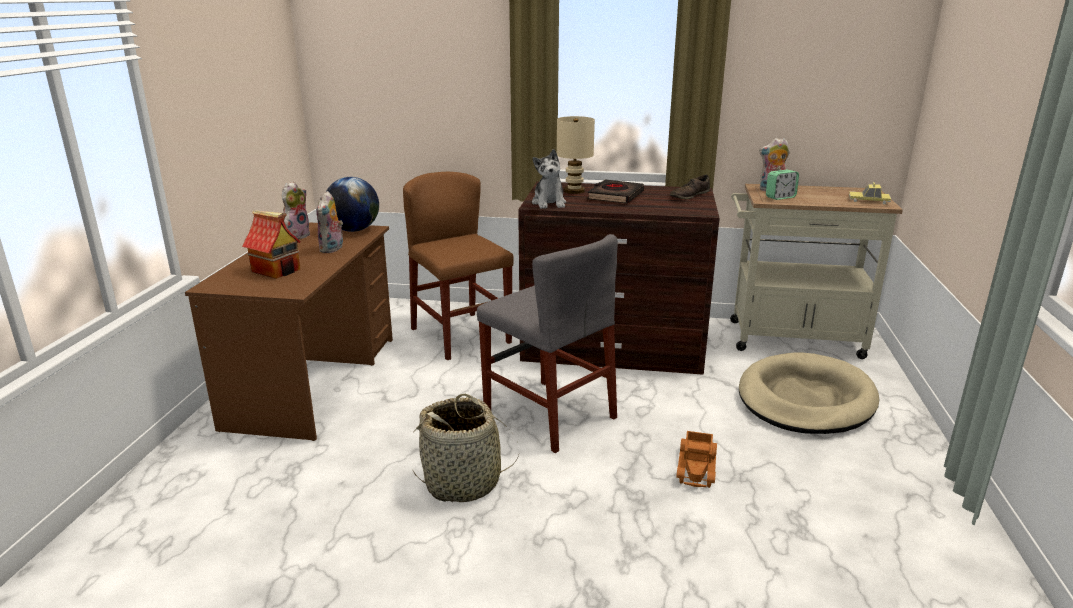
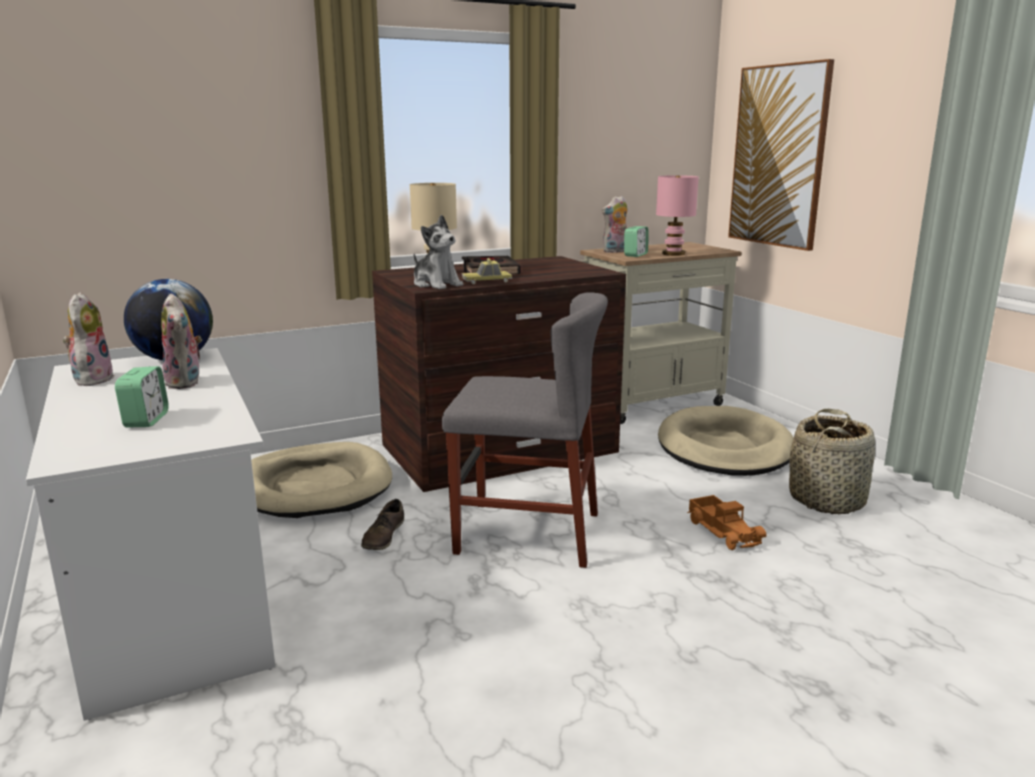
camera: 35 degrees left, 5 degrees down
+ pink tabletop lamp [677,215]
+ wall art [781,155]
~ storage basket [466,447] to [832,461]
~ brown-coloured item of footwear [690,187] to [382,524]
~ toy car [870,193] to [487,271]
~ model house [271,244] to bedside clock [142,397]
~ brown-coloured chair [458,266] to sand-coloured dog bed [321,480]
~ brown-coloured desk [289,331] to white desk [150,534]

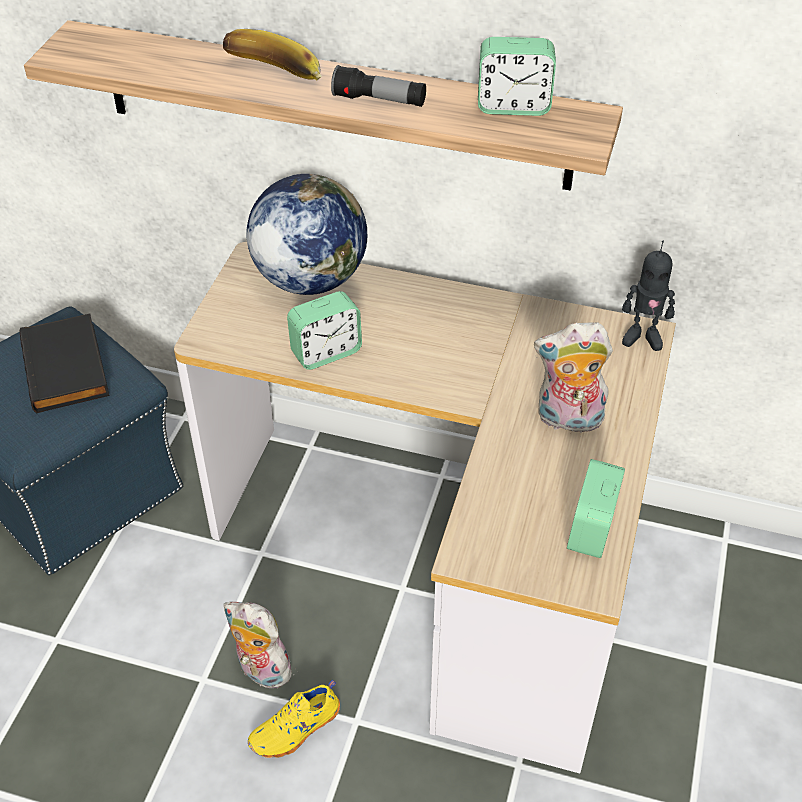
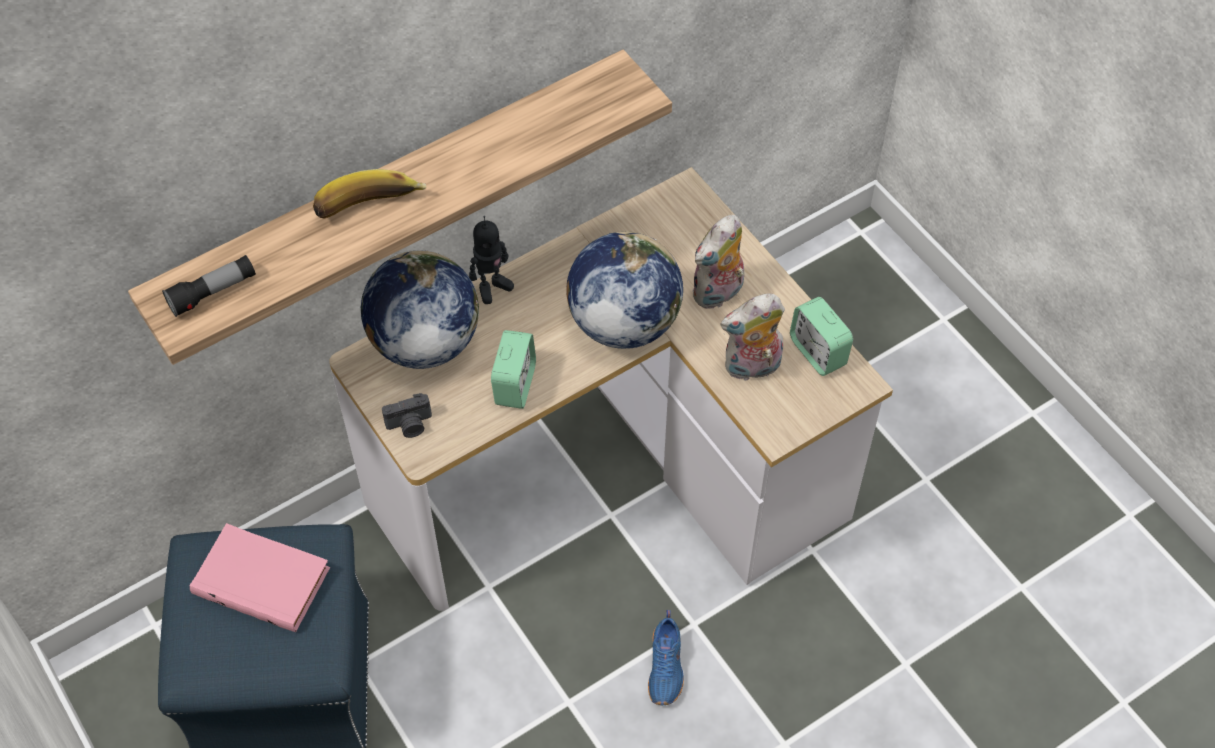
camera: 50 degrees left, 10 degrees up
- bedside clock [517,76]
+ photo camera [407,415]
+ world globe [624,290]
~ soft toy [260,645] to [753,337]
~ torch [378,86] to [209,286]
~ toy robot [648,296] to [491,260]
~ black volume [65,363] to pink volume [260,577]
~ yellow-coloured item of footwear [294,719] to blue-coloured item of footwear [666,657]

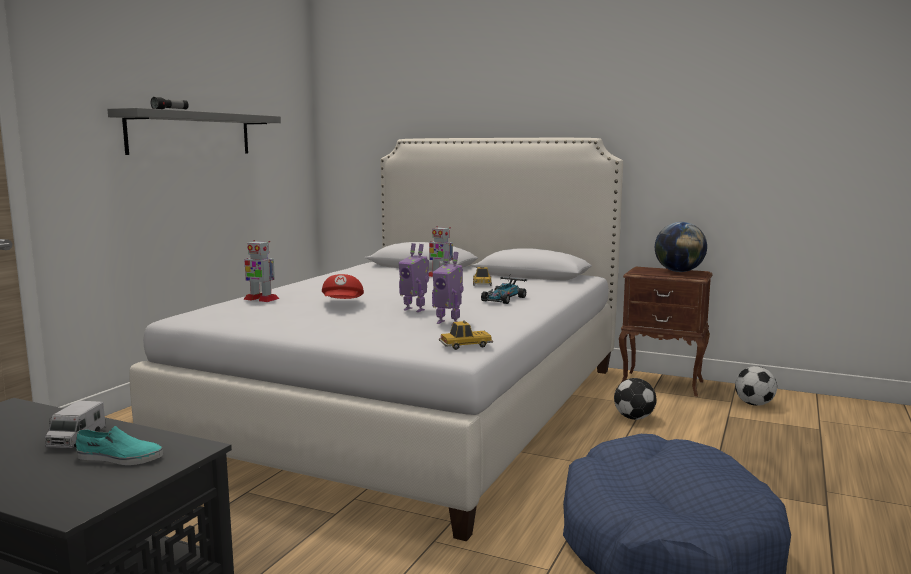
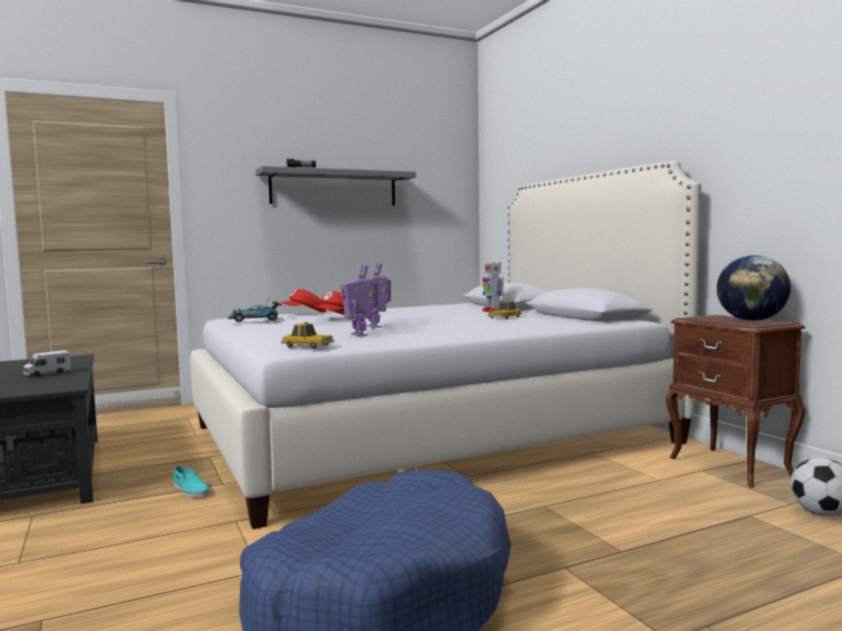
camera: 40 degrees right, 5 degrees down
- ball for football [635,399]
~ blue-green item of footwear [119,445] to [191,482]
~ toy car [504,288] to [255,311]
~ toy robot [261,271] to reddish peaked cap [303,301]

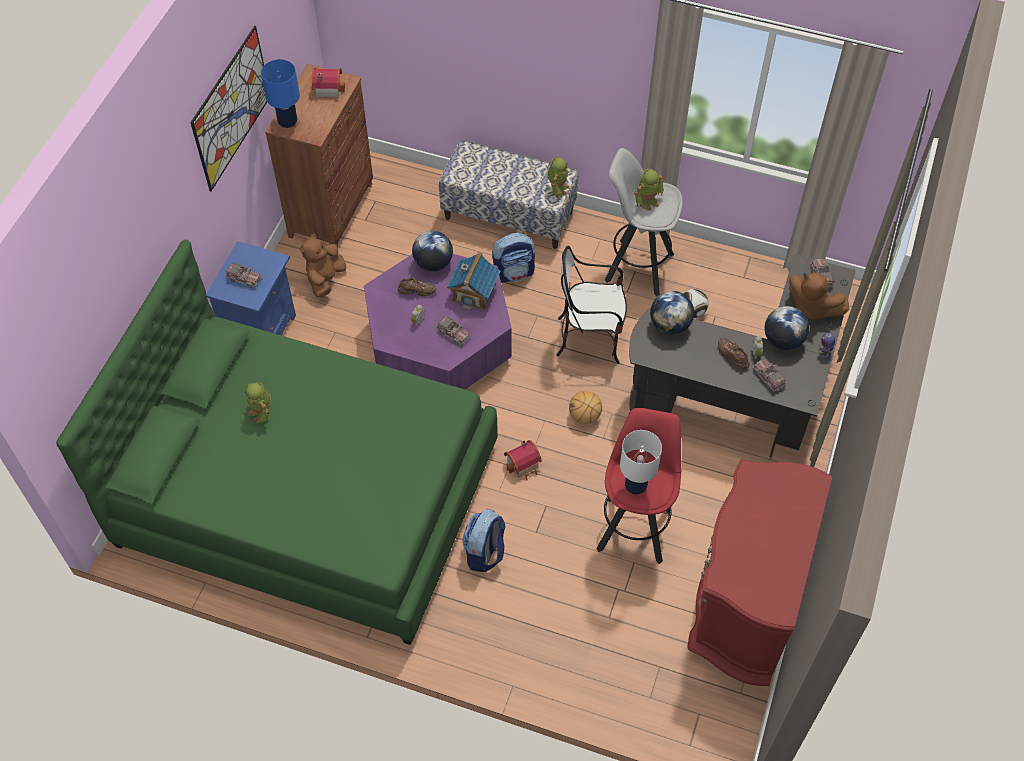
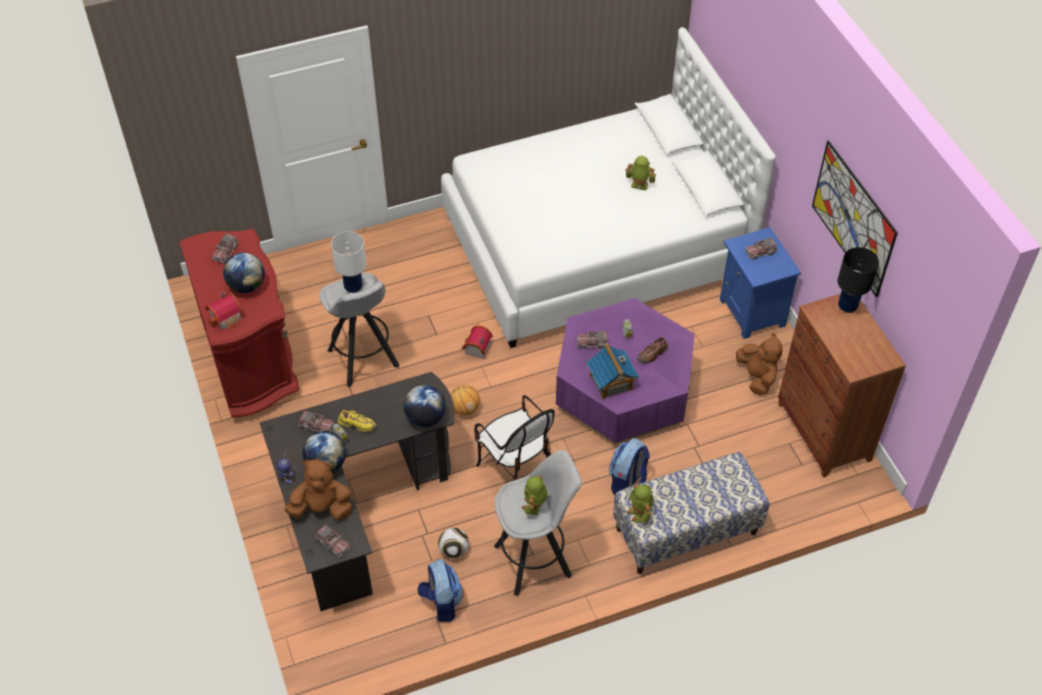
camera: 140 degrees right, 5 degrees down
+ model truck [225,248]
~ model house [328,83] to [224,312]
~ world globe [432,251] to [244,272]
~ rucksack [484,540] to [440,590]
~ green-coloured bed [277,442] to white bed [608,187]
~ blue-coloured tabletop lamp [280,93] to black tabletop lamp [858,280]
~ reddish stool seat [638,486] to greyish stool seat [359,330]
~ brown-coloured item of footwear [734,353] to yellow-coloured item of footwear [357,421]
~ chair [591,305] = [514,438] 90 degrees clockwise

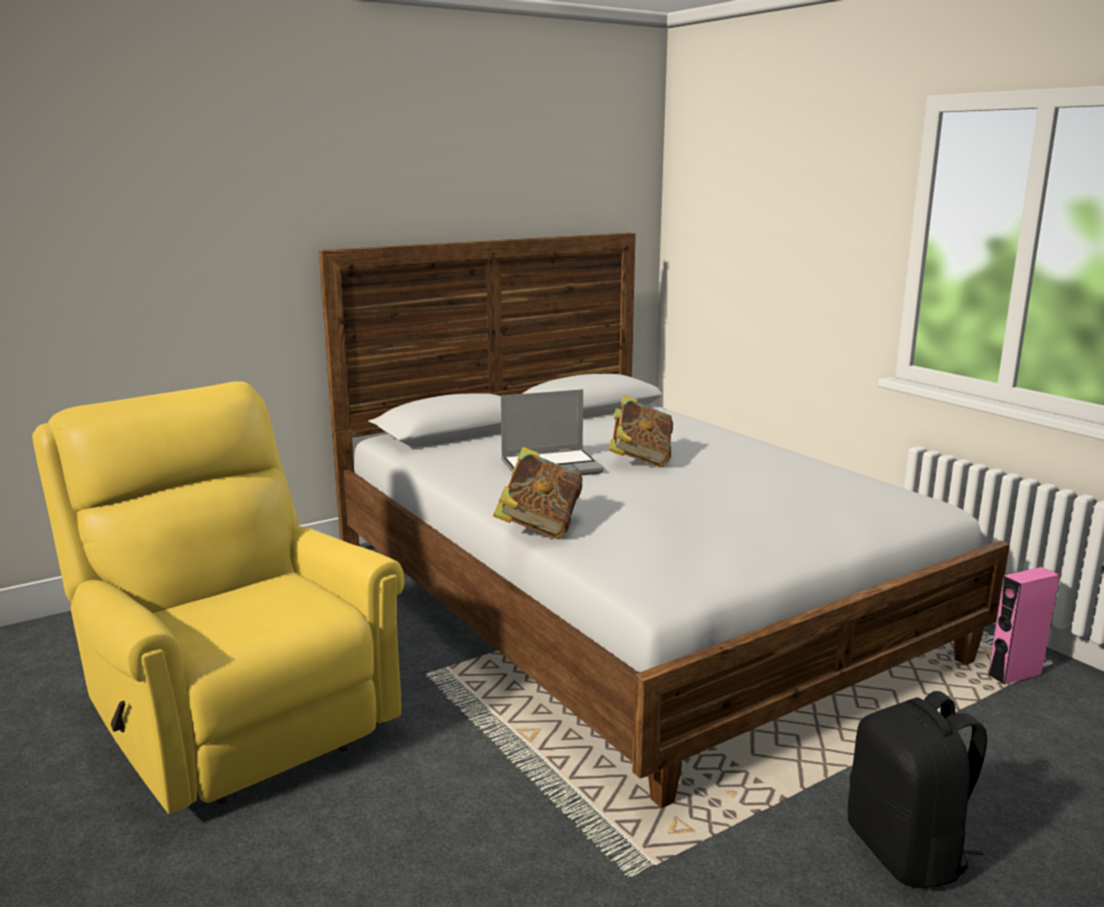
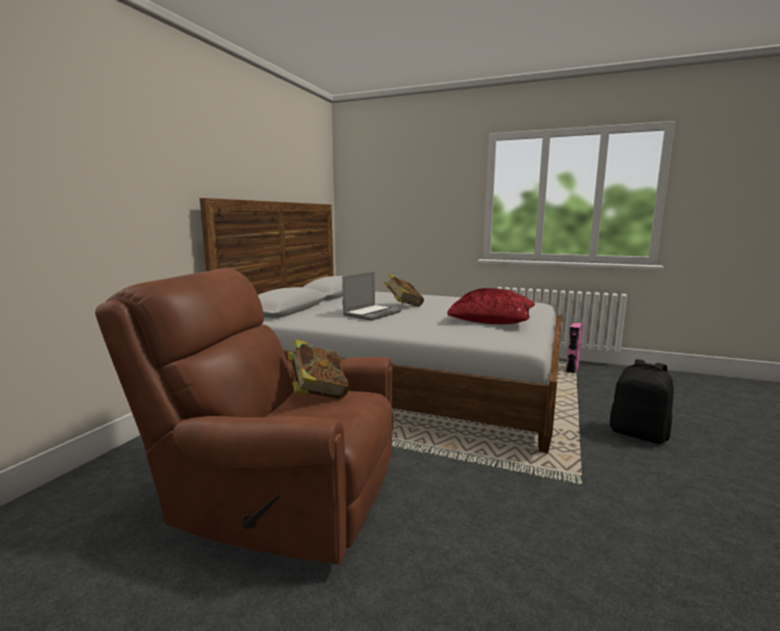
camera: 35 degrees left, 5 degrees down
+ reddish throw pillow [491,306]
~ volume [537,493] to [318,369]
~ yellow-coloured easy chair [218,597] to brown-coloured easy chair [244,416]

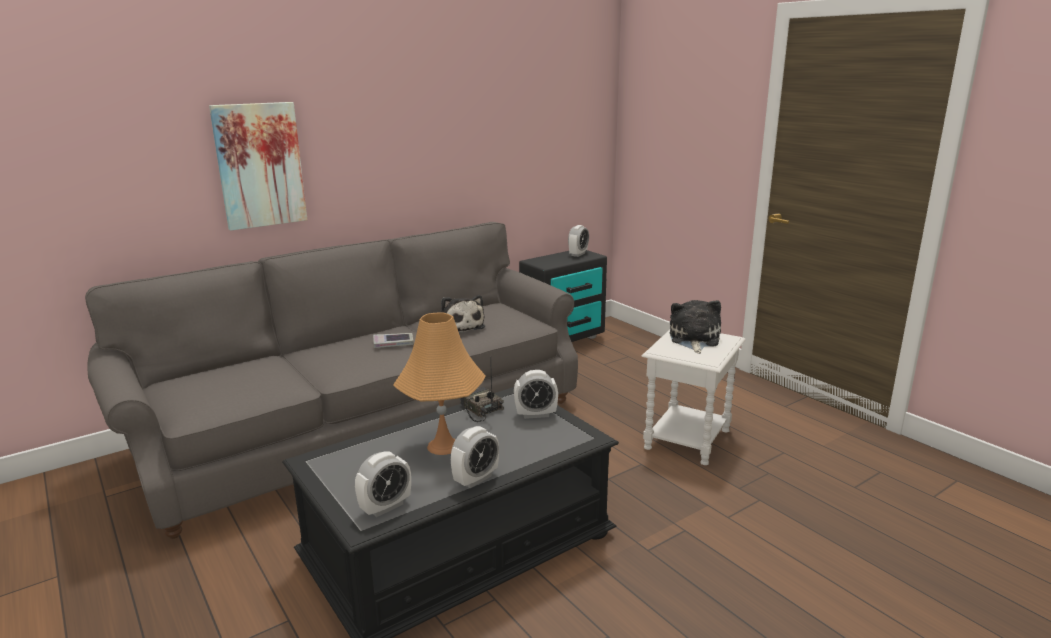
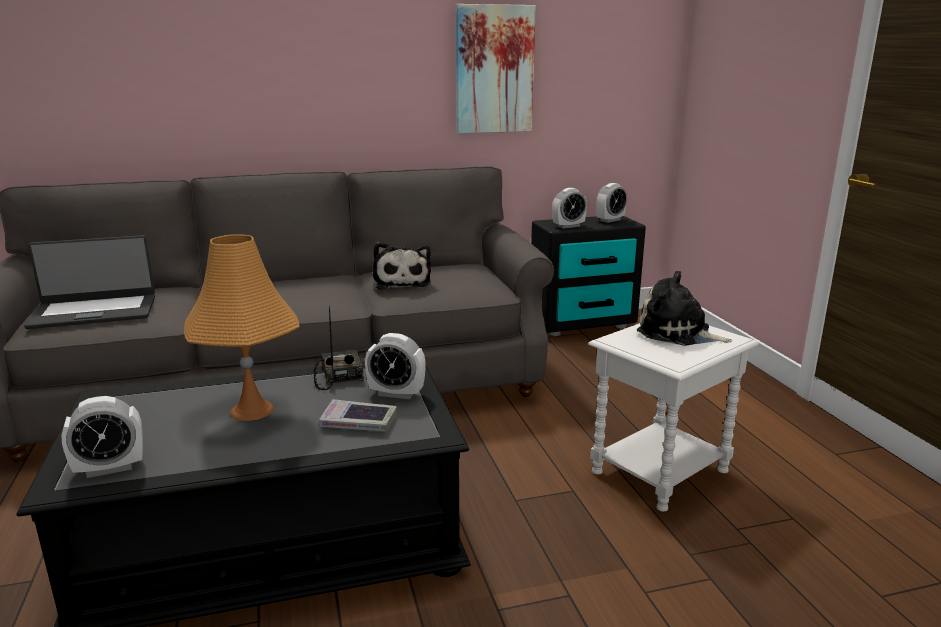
camera: 20 degrees right, 0 degrees up
+ notebook computer [89,282]
~ wall art [258,166] to [496,68]
~ volume [393,340] to [358,415]
~ bedside clock [475,457] to [569,208]
~ soft toy [695,327] = [684,308] 90 degrees counterclockwise

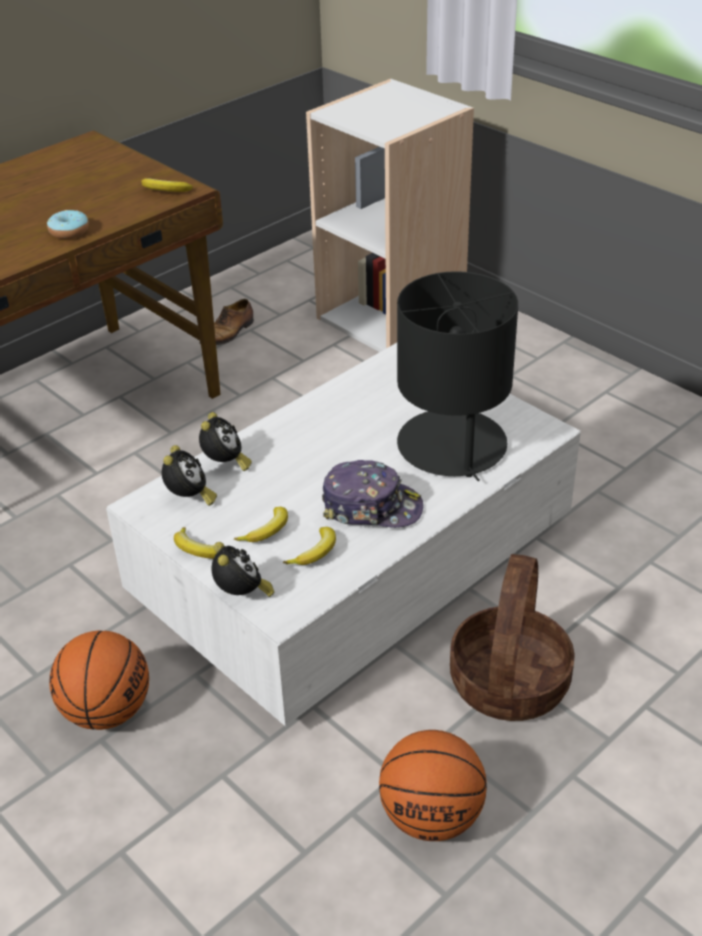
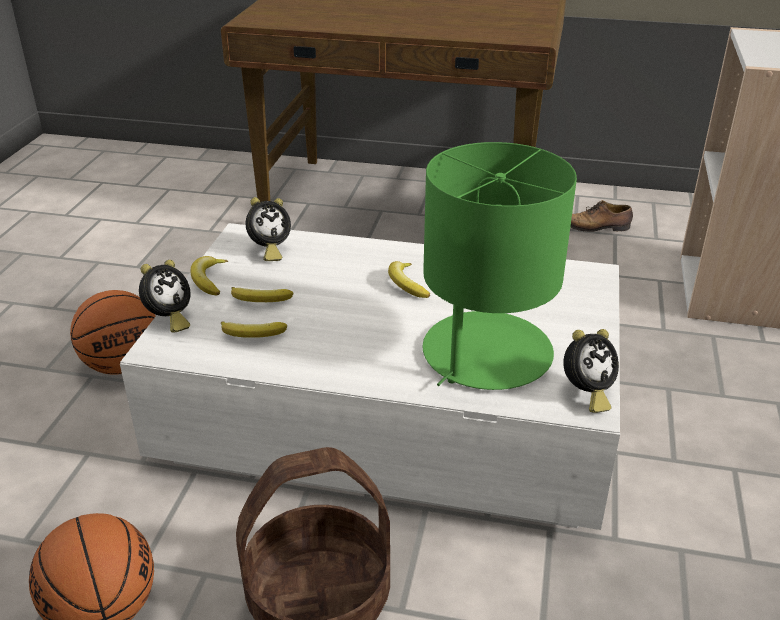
camera: 55 degrees right, 5 degrees down
- doughnut [68,224]
- peaked cap [372,494]
~ banana [167,185] to [409,279]
~ bedside clock [225,441] to [591,371]
~ black tabletop lamp [457,376] to green-coloured tabletop lamp [500,266]

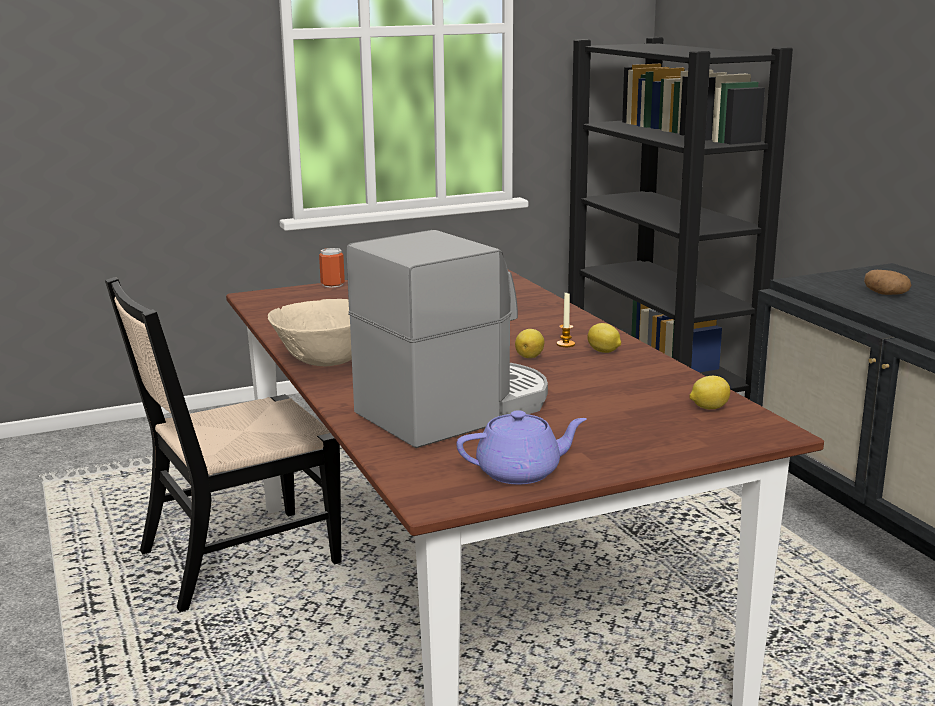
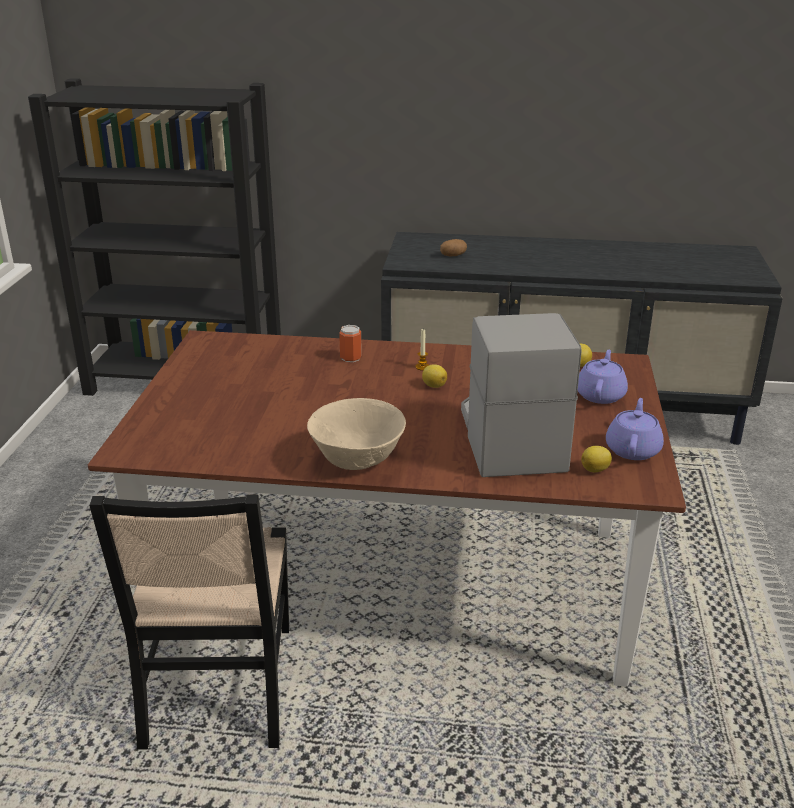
camera: 60 degrees left, 10 degrees up
+ purple-coloured teapot [603,377]
~ can [332,268] to [350,343]
~ citrus fruit [604,338] to [596,459]

